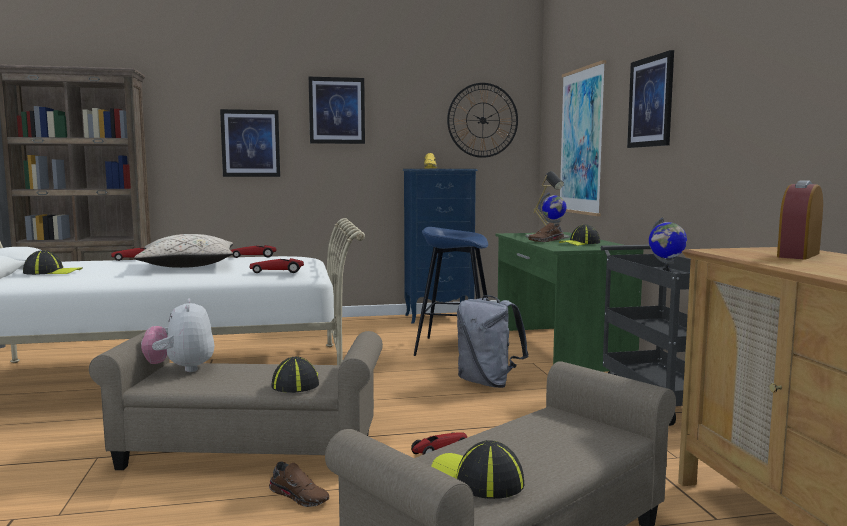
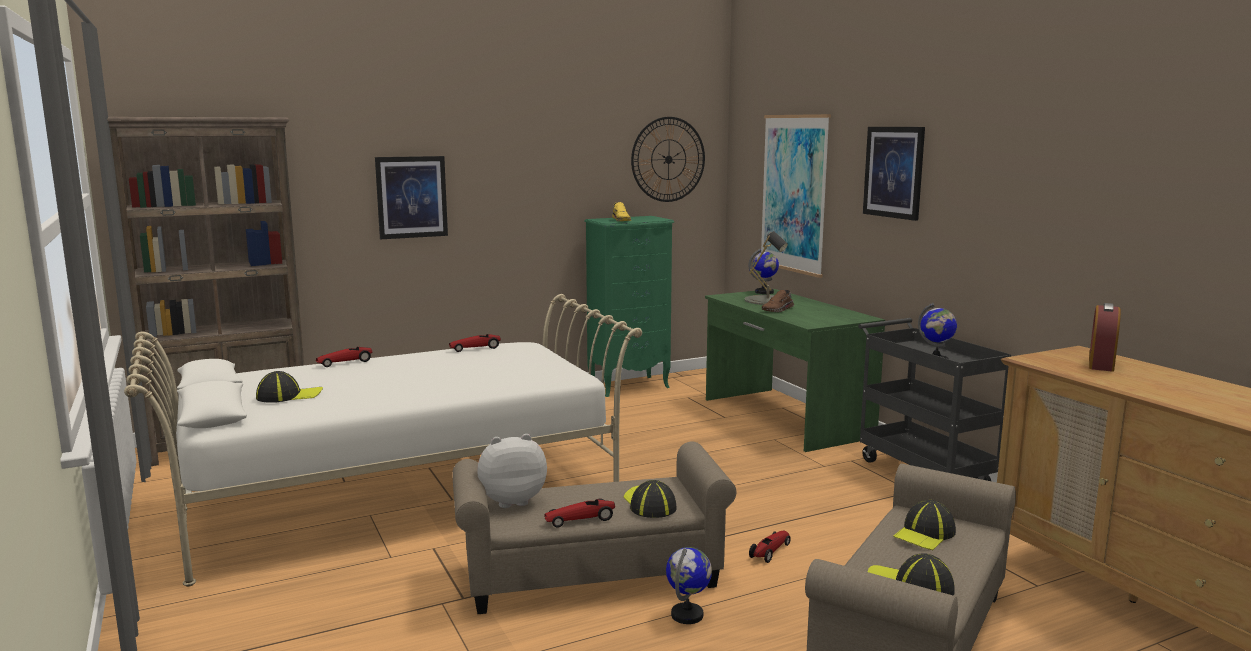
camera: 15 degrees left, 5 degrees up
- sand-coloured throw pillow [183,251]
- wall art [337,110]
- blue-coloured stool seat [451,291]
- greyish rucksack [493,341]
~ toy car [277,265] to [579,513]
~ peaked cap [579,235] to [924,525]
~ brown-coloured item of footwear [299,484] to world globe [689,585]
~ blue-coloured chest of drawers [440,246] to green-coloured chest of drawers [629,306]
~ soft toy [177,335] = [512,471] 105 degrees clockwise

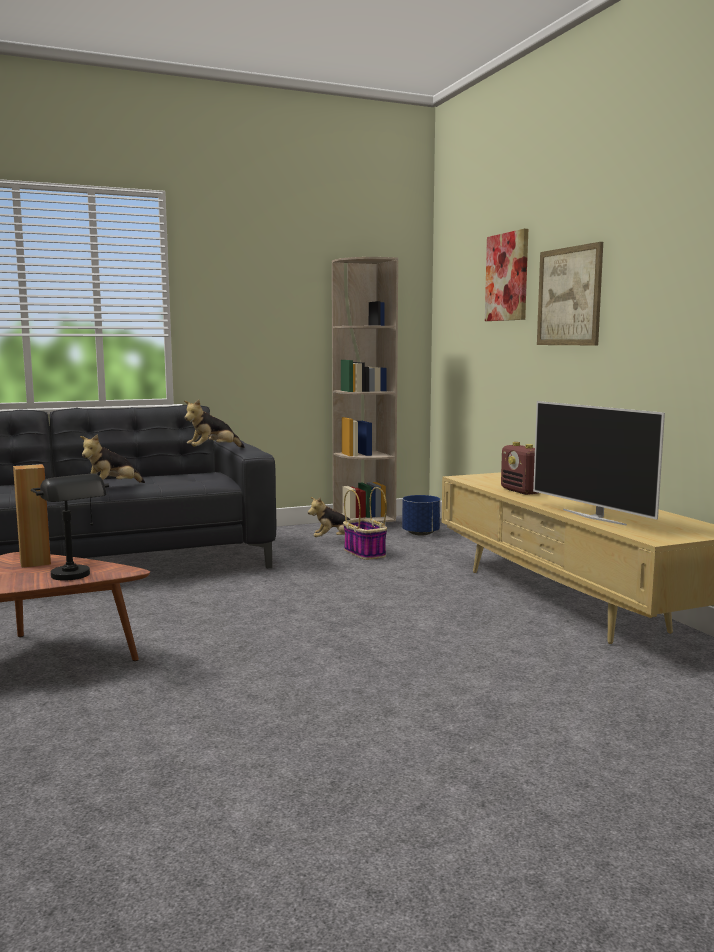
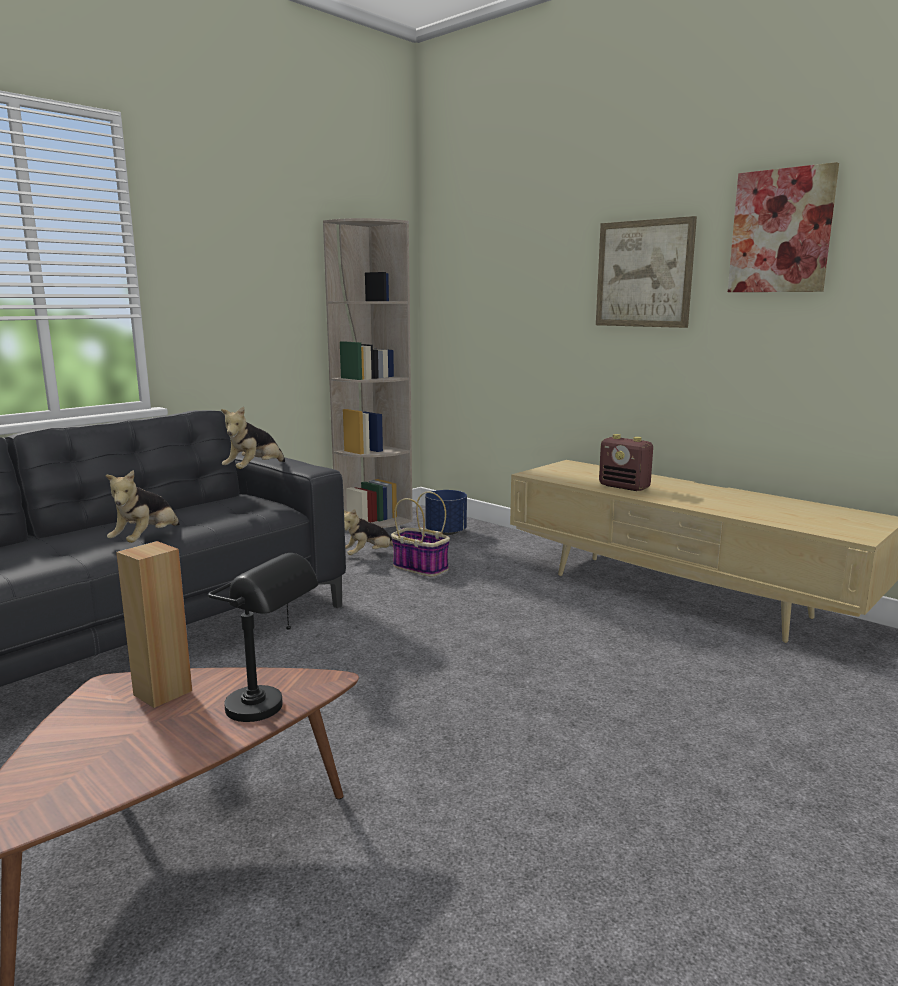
camera: 25 degrees left, 5 degrees up
- TV [599,463]
~ wall art [506,275] to [783,227]

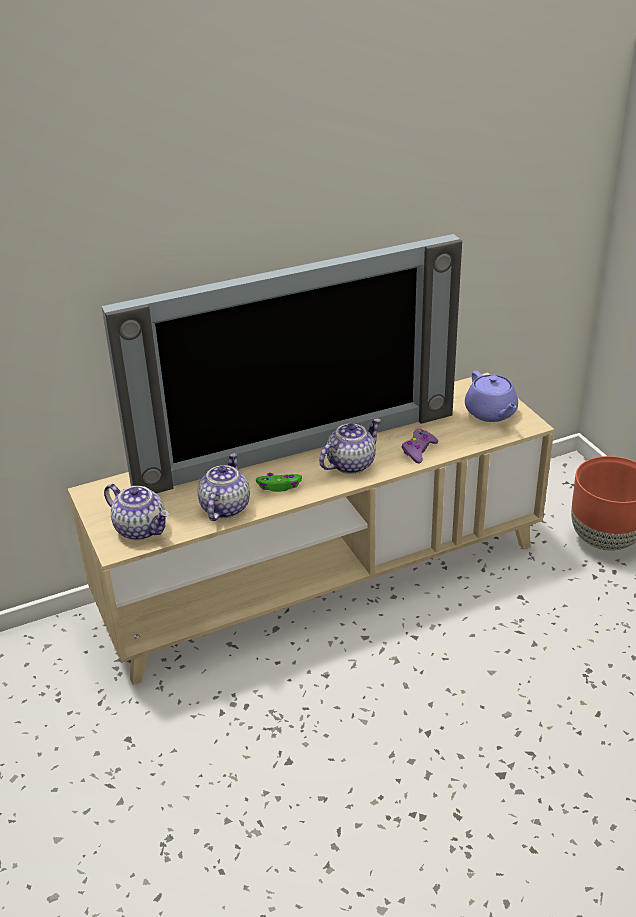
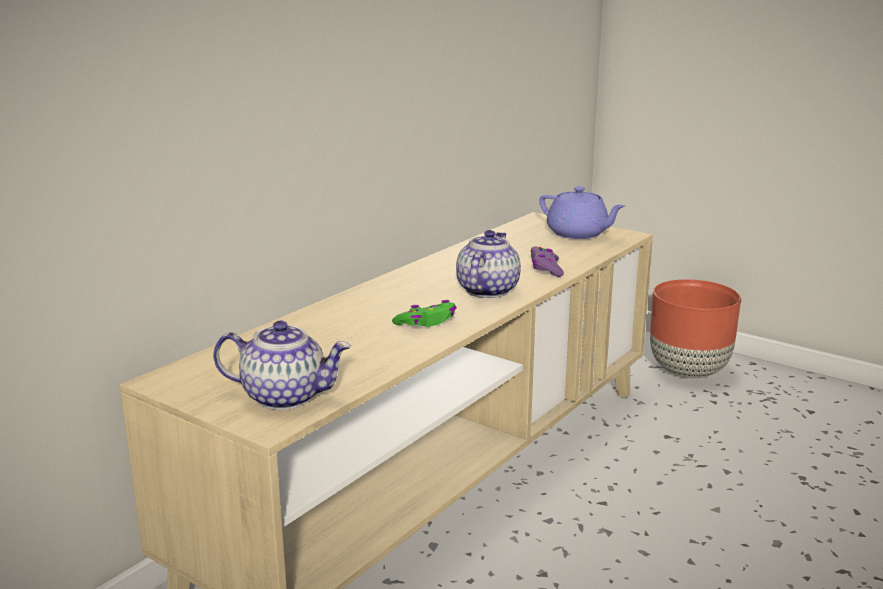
camera: 30 degrees left, 15 degrees down
- TV [281,363]
- teapot [224,487]

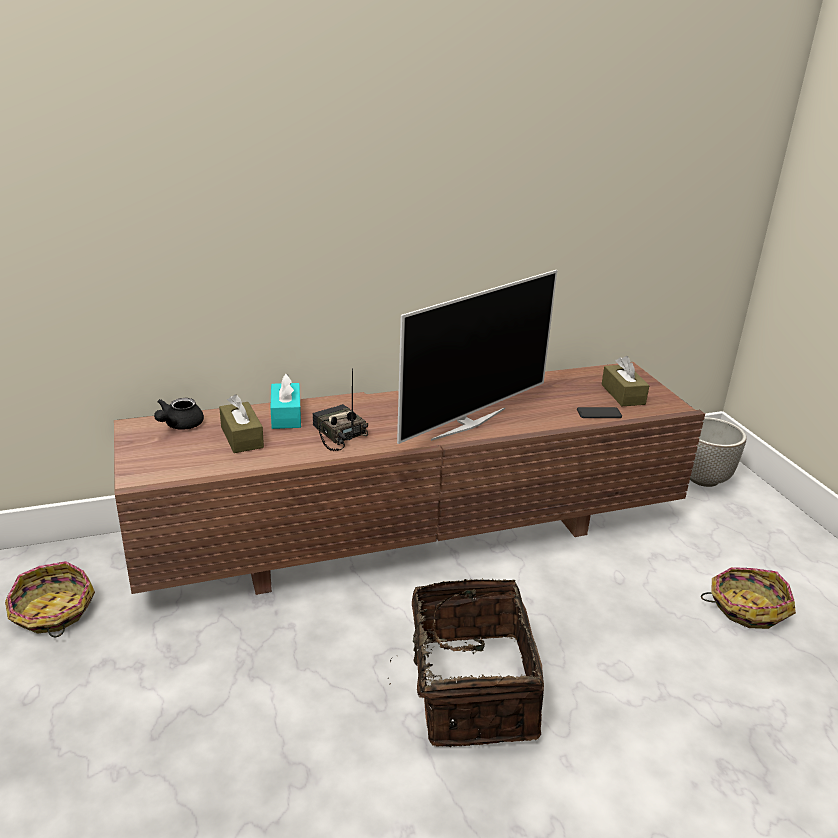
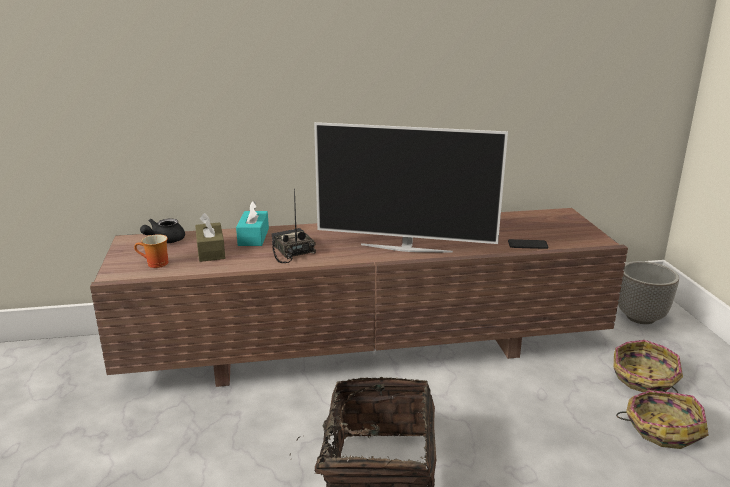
camera: 10 degrees right, 5 degrees down
- brown-coloured tissue box [625,381]
+ coffee mug [151,251]
~ storage basket [50,599] to [648,366]
~ TV [477,357] = [411,187] 45 degrees clockwise

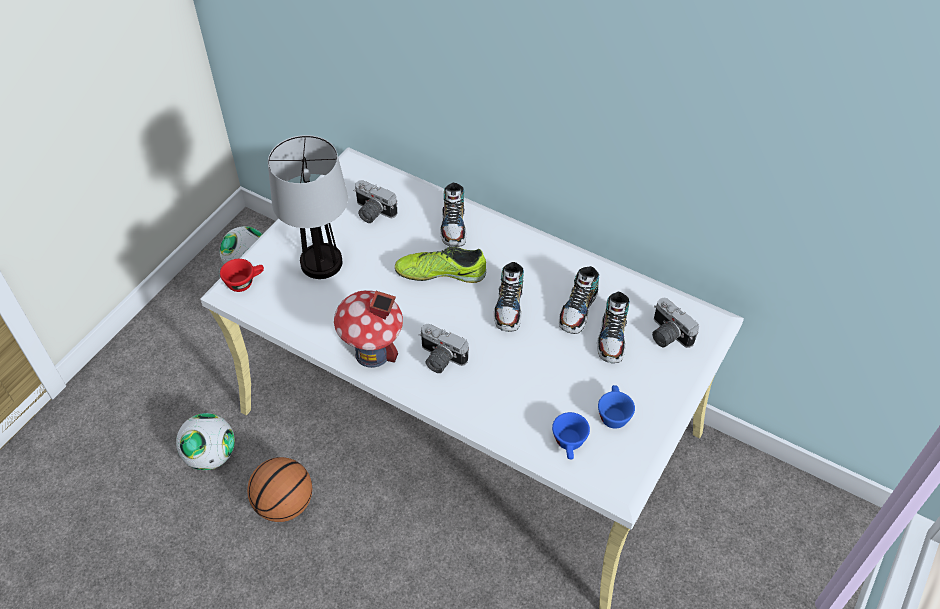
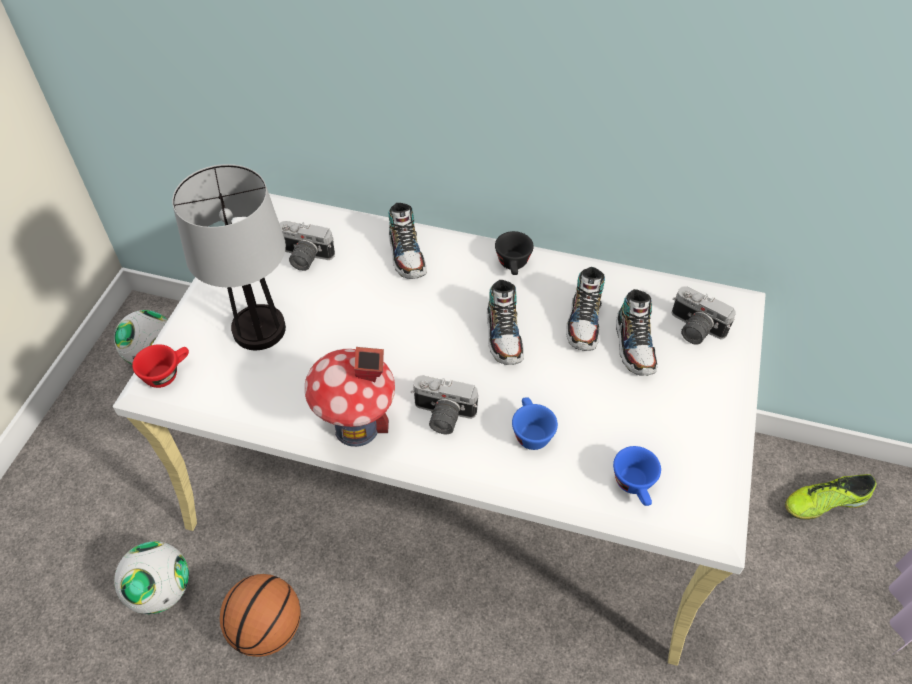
camera: 15 degrees left, 0 degrees up
+ black cup [514,253]
~ item of footwear [440,265] to [831,497]
~ blue-coloured cup [616,407] to [535,423]

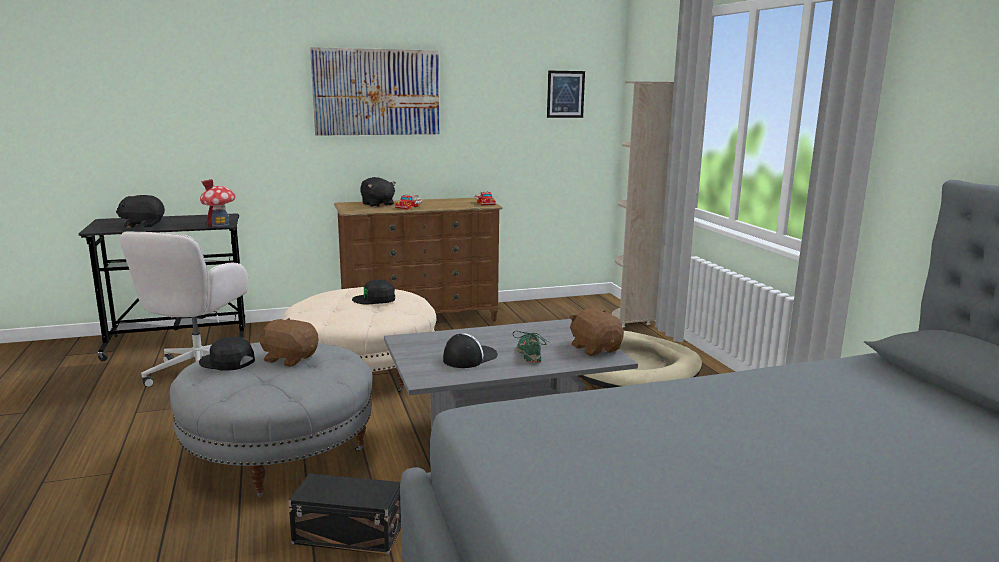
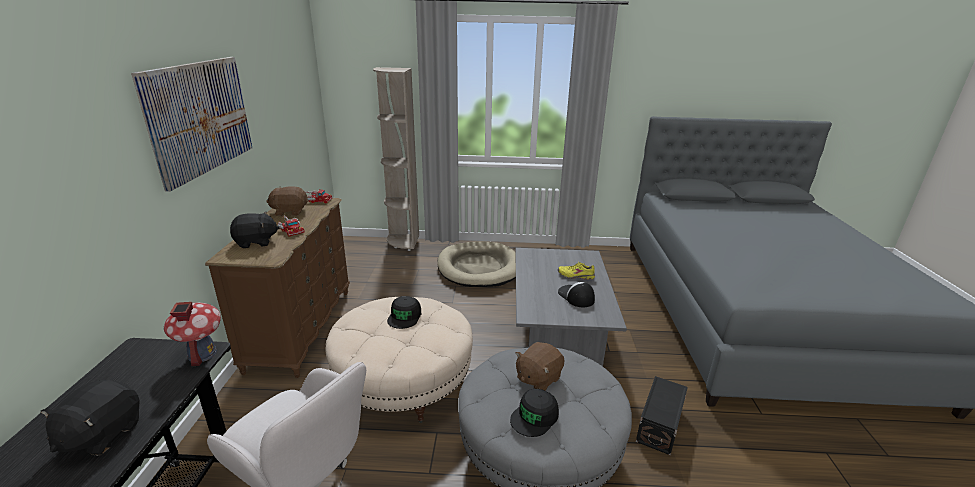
camera: 70 degrees left, 10 degrees up
- wall art [566,94]
~ brown-coloured soft toy [596,332] to [287,201]
~ green-coloured item of footwear [532,347] to yellow-coloured item of footwear [576,271]

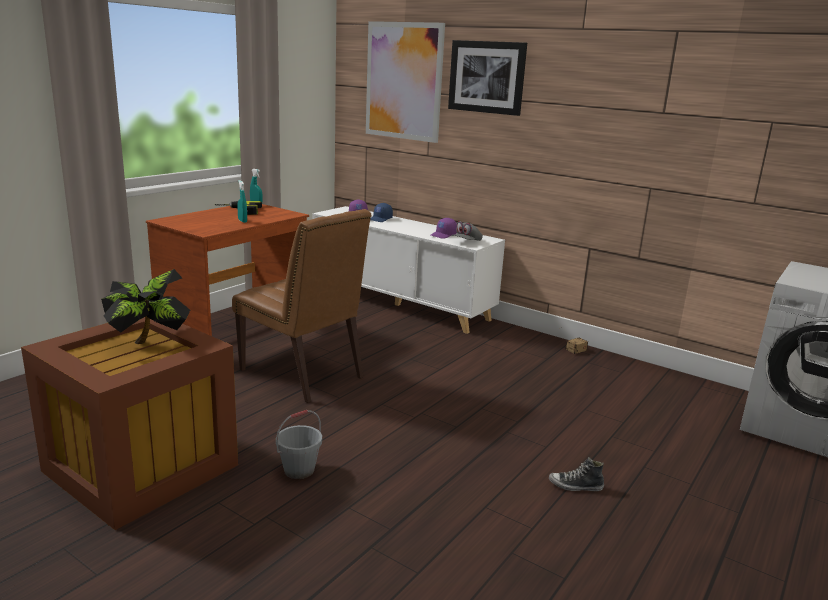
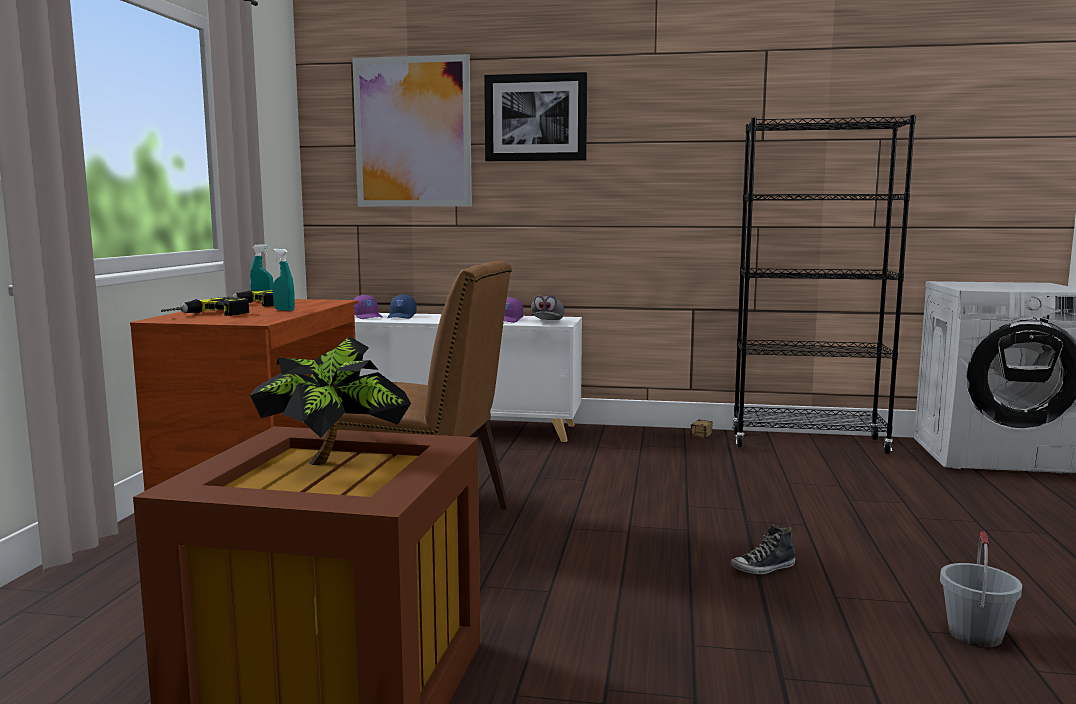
camera: 25 degrees left, 10 degrees down
+ electric drill [205,307]
+ black bookcase [824,284]
~ greyish bucket [299,444] to [981,589]
~ item of footwear [576,474] to [762,549]

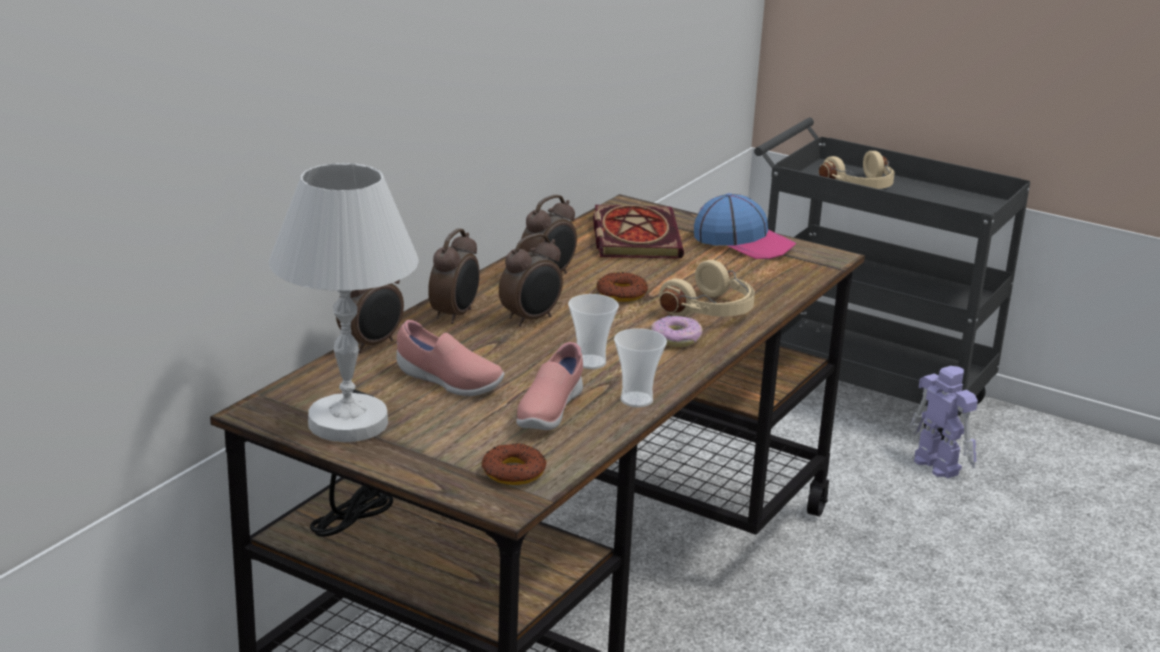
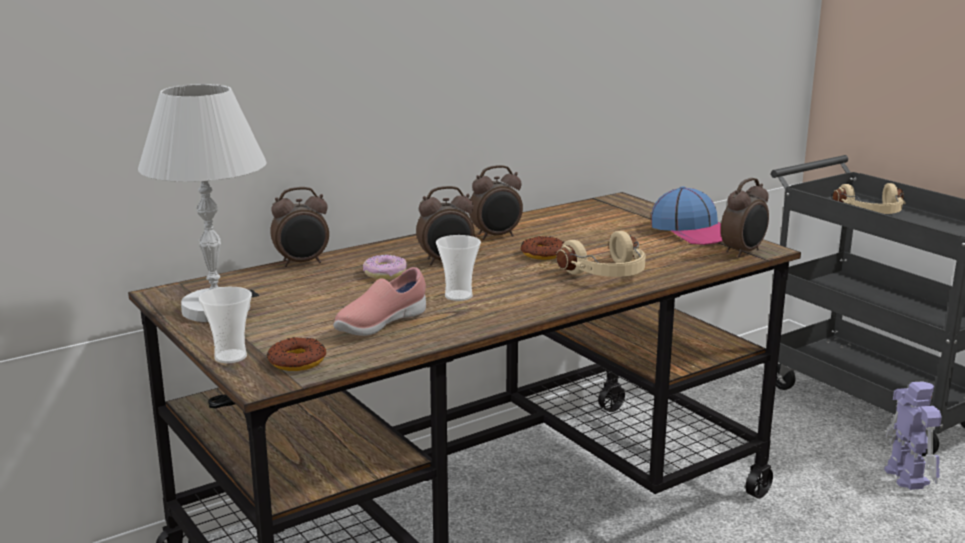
camera: 25 degrees right, 5 degrees down
- pink item of footwear [450,358]
- volume [638,231]
~ bedside clock [454,276] to [745,217]
~ cup [640,367] to [225,325]
~ doughnut [677,331] to [385,267]

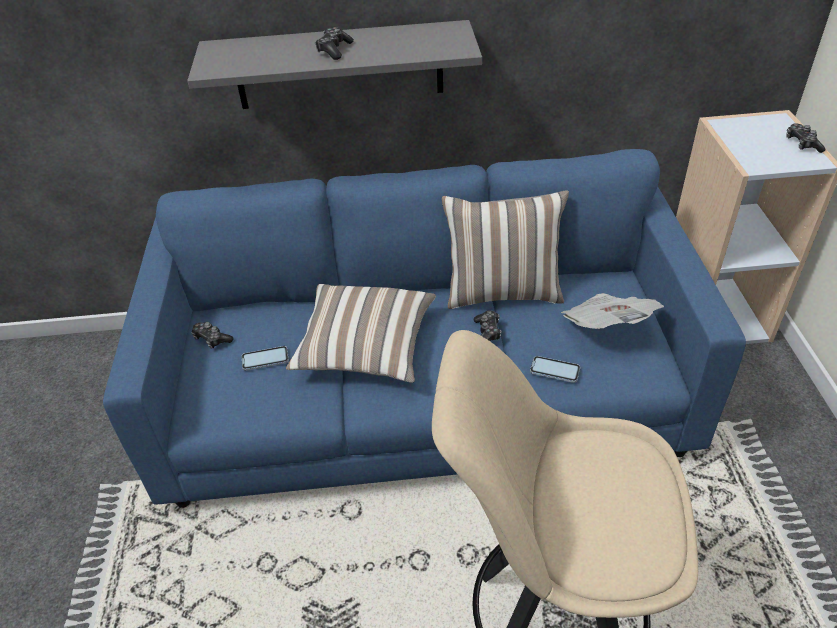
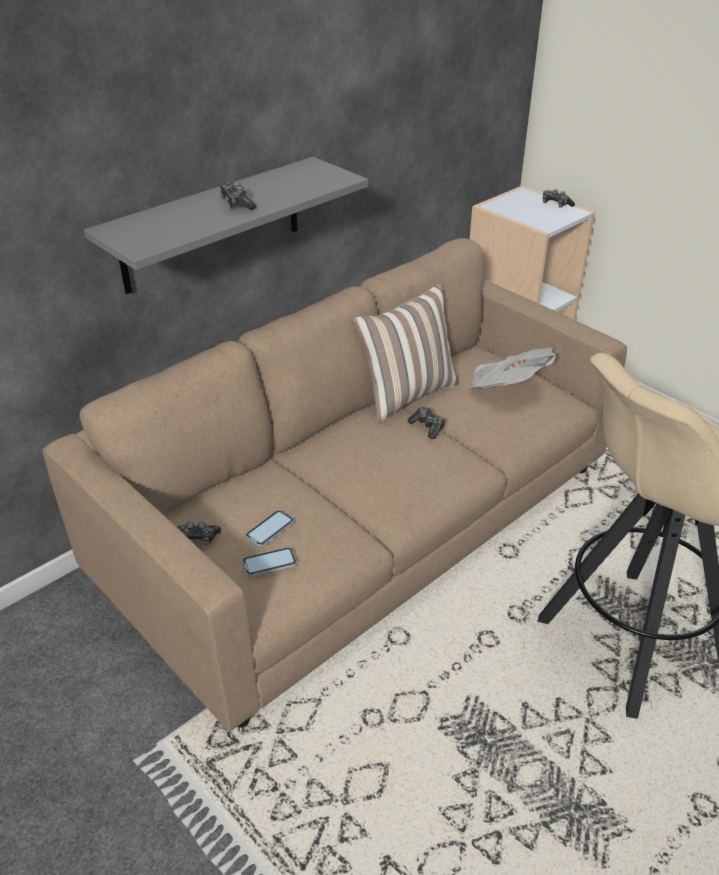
camera: 40 degrees left, 5 degrees down
- throw pillow [361,333]
~ telephone [555,369] to [270,562]
~ blue-coloured couch [424,328] to sand-coloured couch [335,485]

